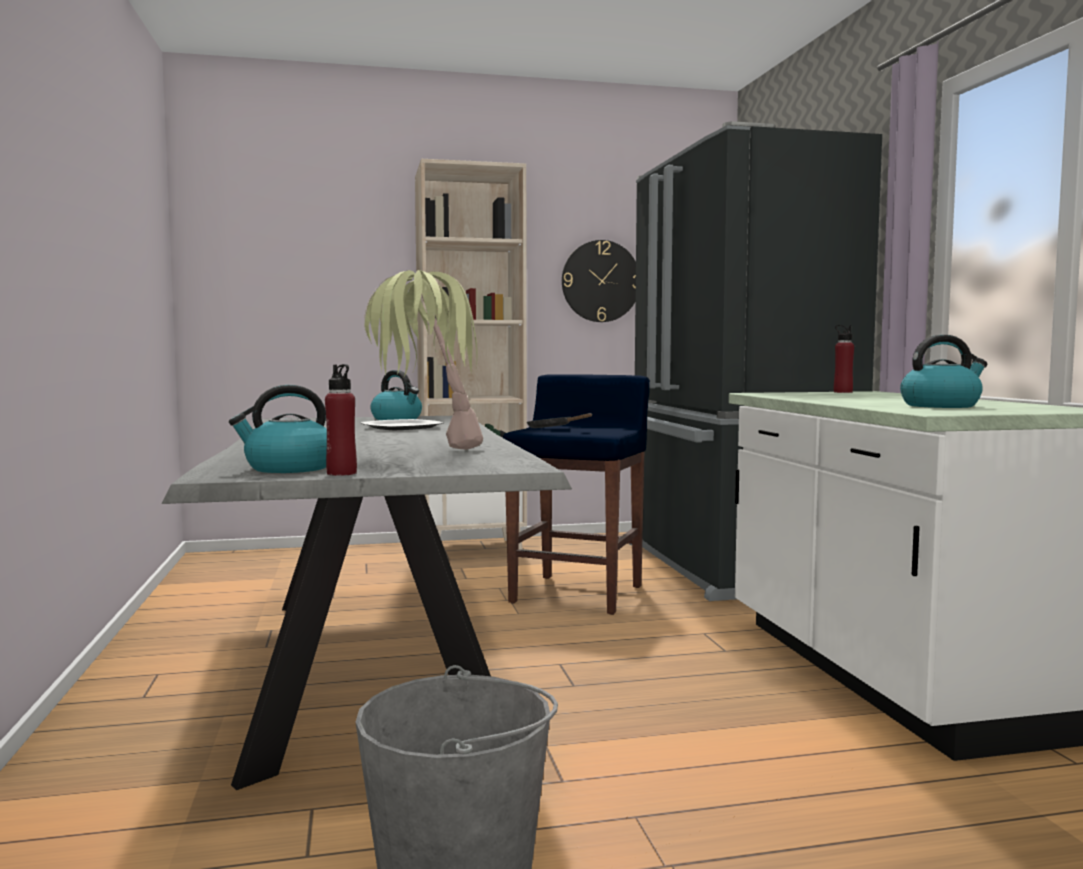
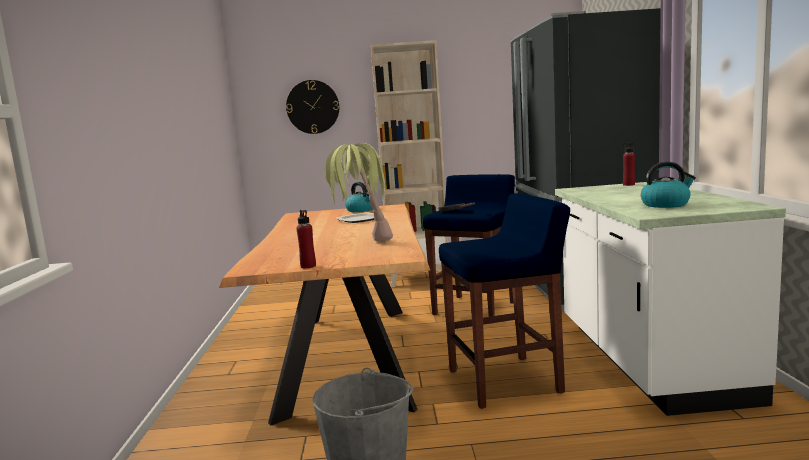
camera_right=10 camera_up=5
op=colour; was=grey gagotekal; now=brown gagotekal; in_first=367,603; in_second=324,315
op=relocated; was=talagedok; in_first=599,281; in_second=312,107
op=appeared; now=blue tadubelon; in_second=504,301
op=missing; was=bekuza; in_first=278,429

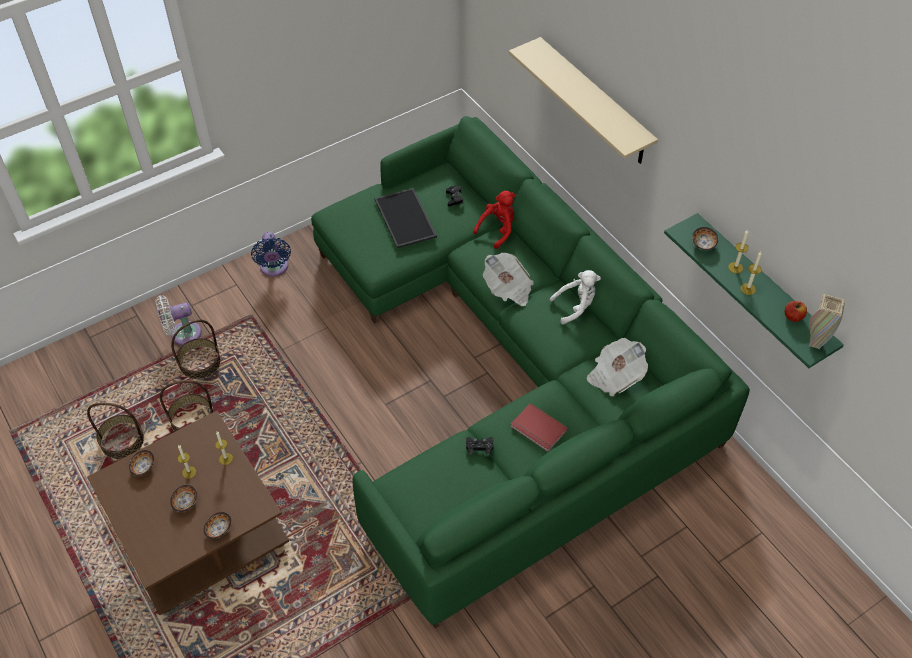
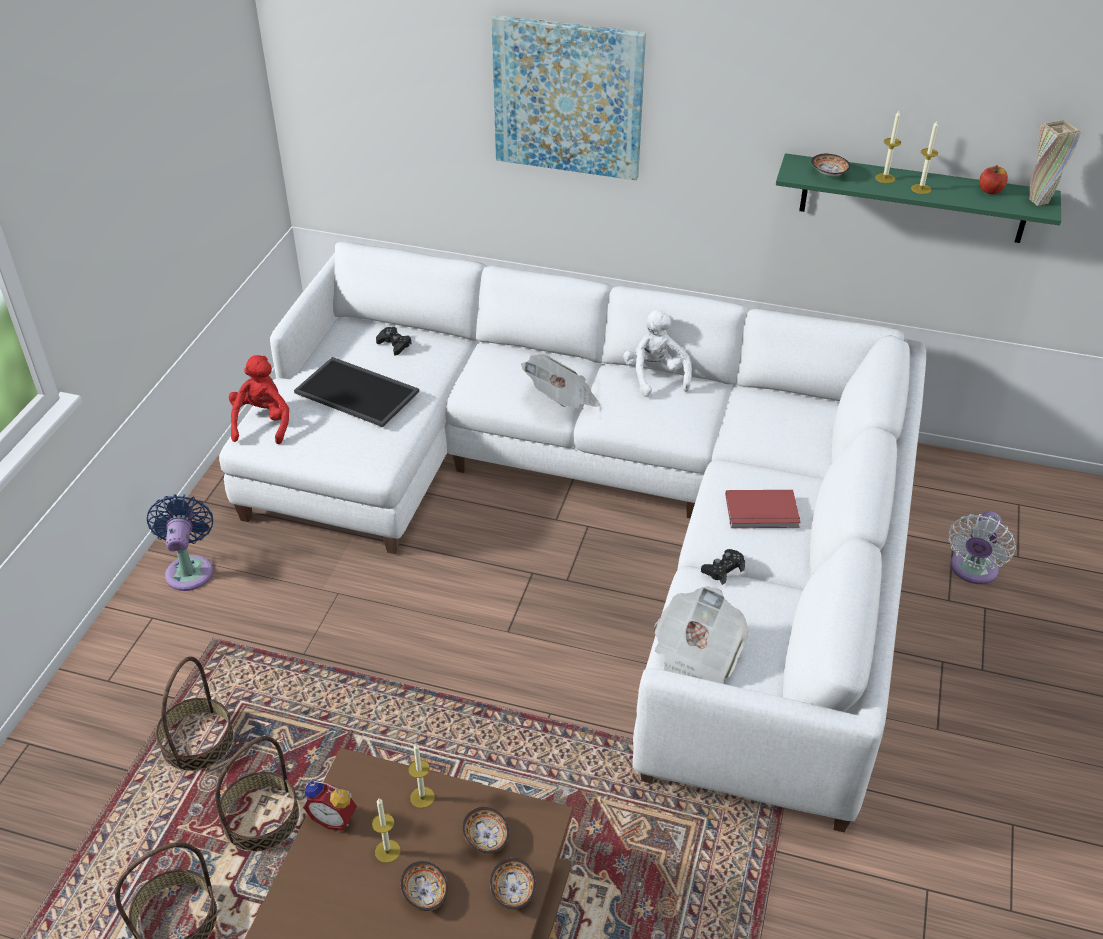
camera_right=-40 camera_up=-10
op=spun; was=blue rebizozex; in_first=271,254; in_second=180,542; clockwise=-135
op=colour; was=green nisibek; now=white nisibek; in_first=530,372; in_second=572,537
op=relocated; was=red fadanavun; in_first=494,220; in_second=259,399
op=appeared; now=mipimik; in_second=330,805
op=relocated; was=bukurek; in_first=141,463; in_second=486,830
op=exchanged; was=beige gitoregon; now=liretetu; in_first=583,100; in_second=568,97
op=spun; was=white fadanavun; in_first=575,297; in_second=657,353; clockwise=-45
op=relocated; was=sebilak; in_first=617,367; in_second=701,635
op=relocated; was=white rebizozex; in_first=178,320; in_second=981,547

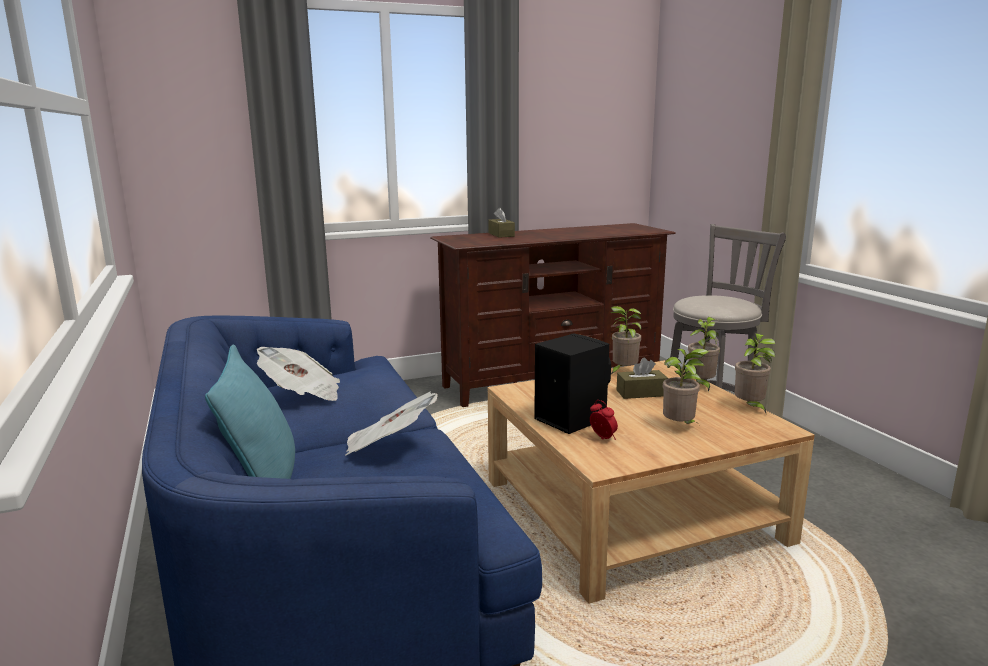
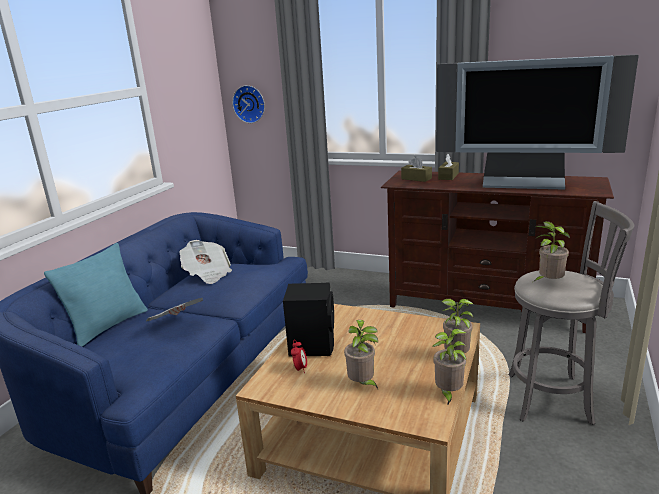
camera_right=45 camera_up=5
op=appeared; now=talagedok; in_second=248,104
op=relocated; was=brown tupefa; in_first=642,378; in_second=416,169
op=appeared; now=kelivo; in_second=537,122
op=relocated; was=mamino; in_first=625,340; in_second=551,251

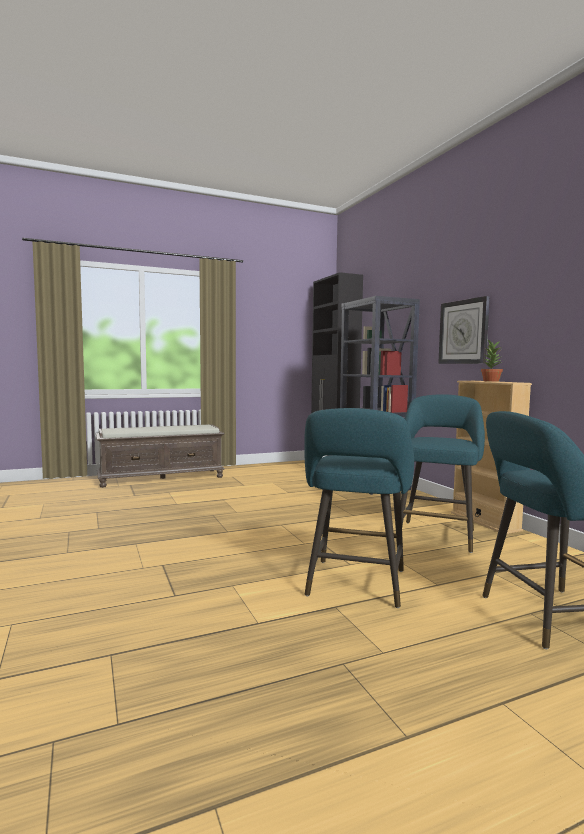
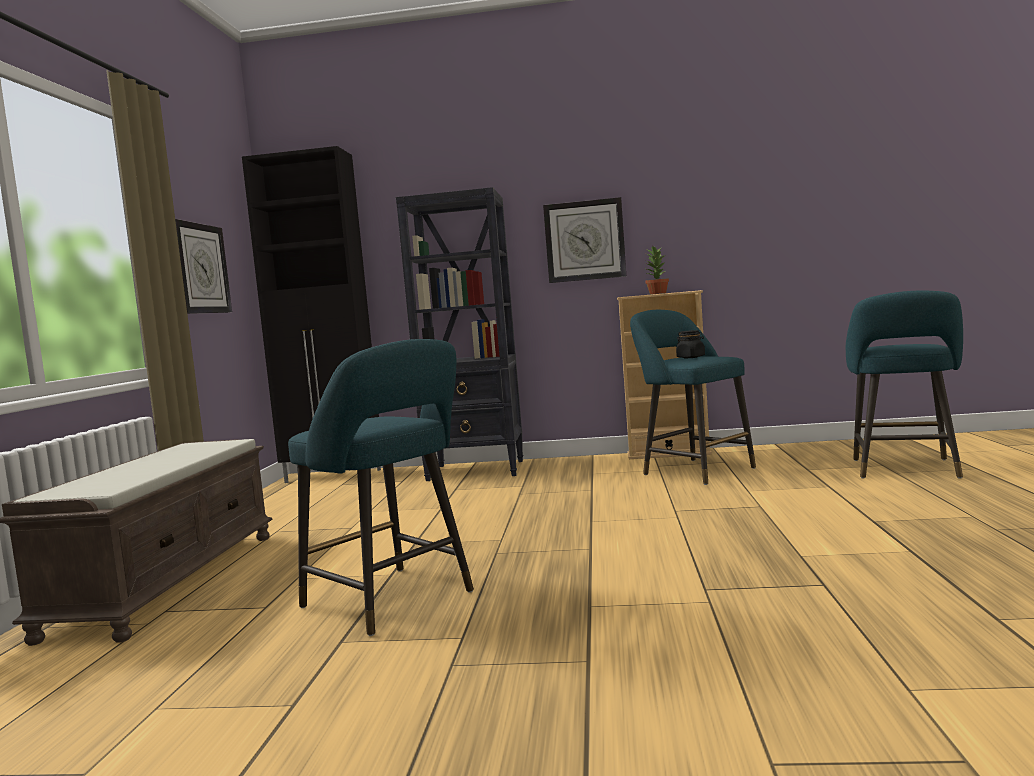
camera_right=-60 camera_up=0
op=appeared; now=talagedok; in_second=203,266
op=relocated; was=turquoise tadubelon; in_first=359,508; in_second=381,487
op=appeared; now=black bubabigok; in_second=690,344

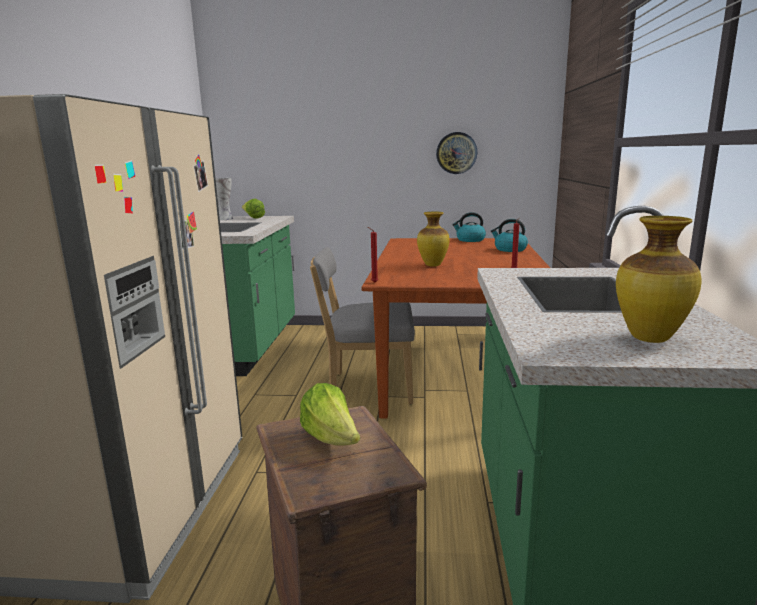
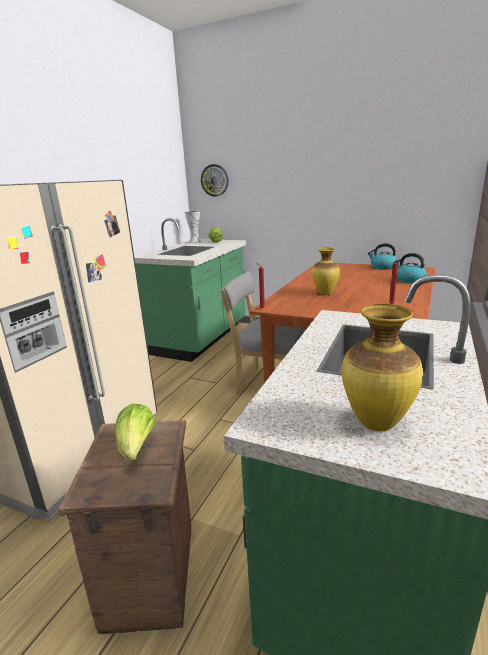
camera_right=20 camera_up=5
op=relocated; was=talagedok; in_first=456,153; in_second=215,180

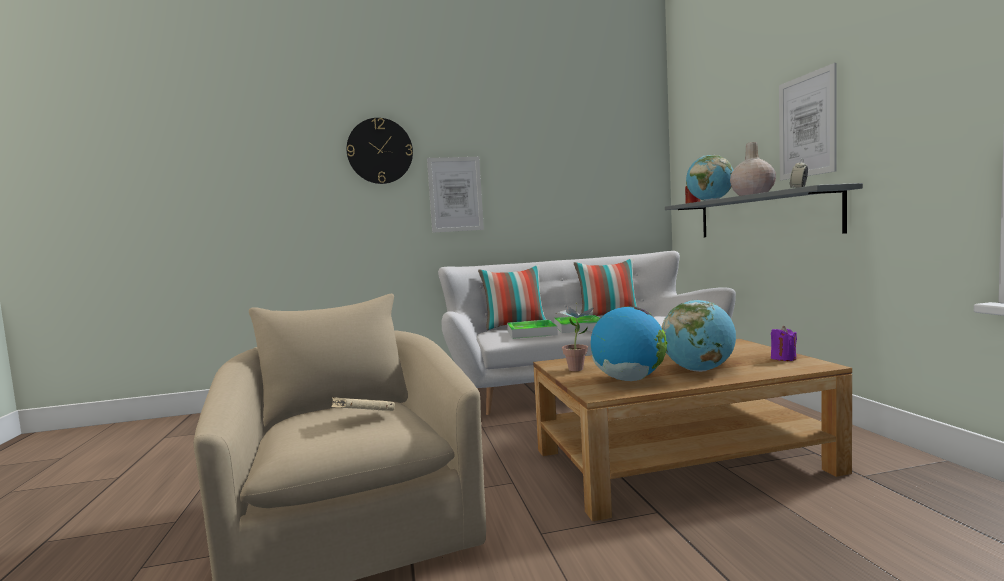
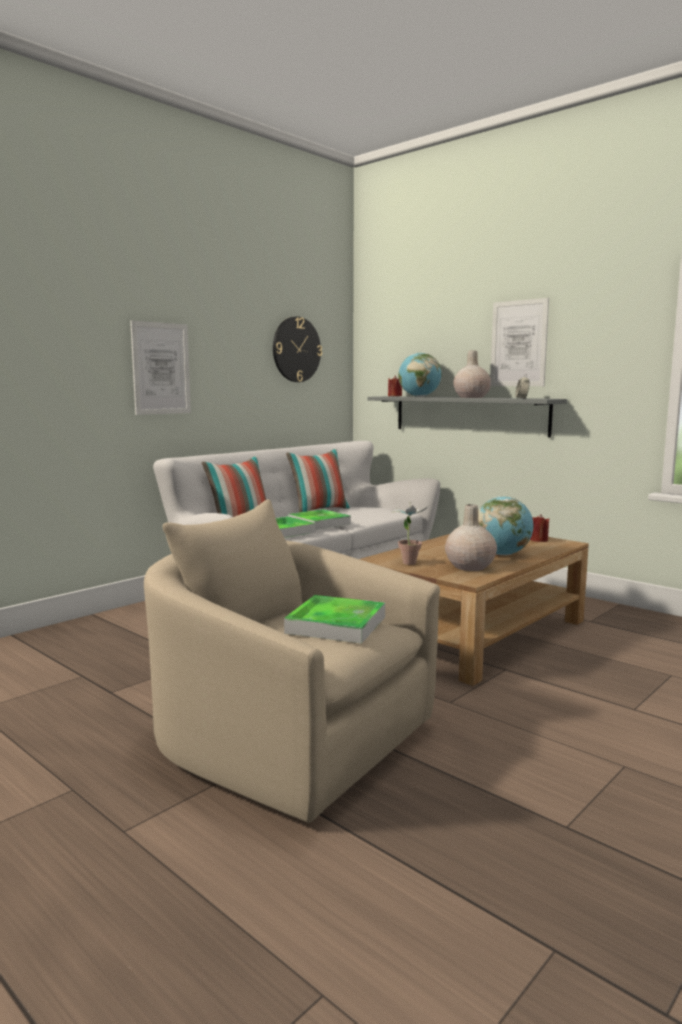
camera_right=-35 camera_up=5
op=relocated; was=talagedok; in_first=380,151; in_second=297,349
op=exchanged; was=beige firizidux; now=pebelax; in_first=363,404; in_second=334,619
op=exchanged; was=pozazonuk; now=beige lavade; in_first=629,343; in_second=471,537
op=colour; was=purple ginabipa; now=red ginabipa; in_first=784,343; in_second=540,528

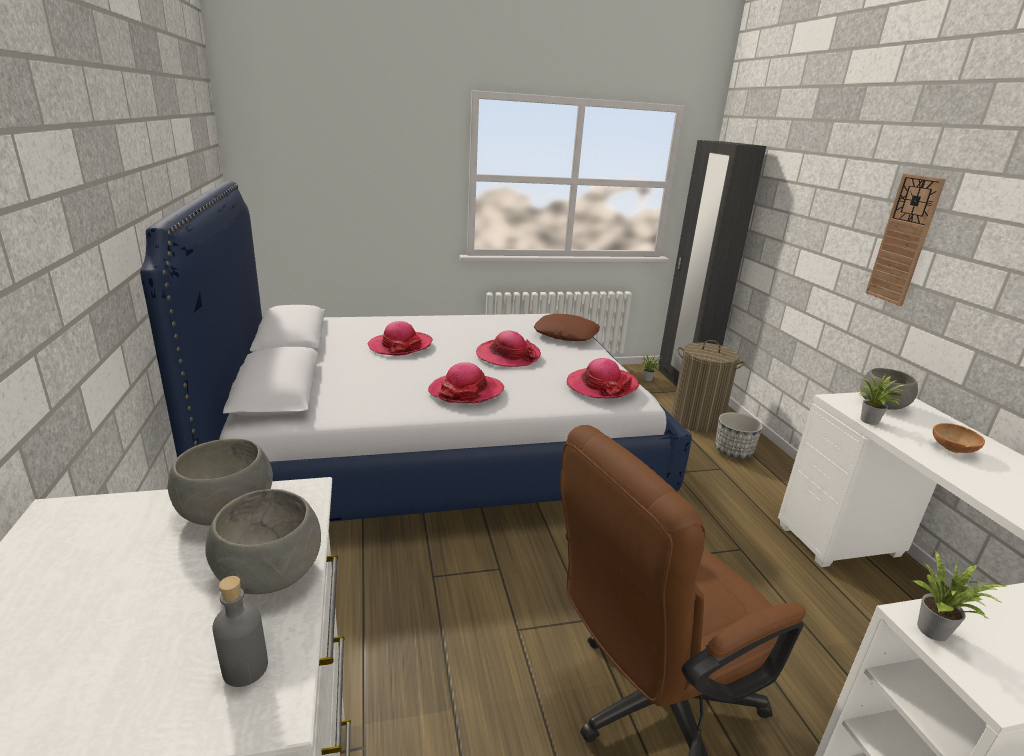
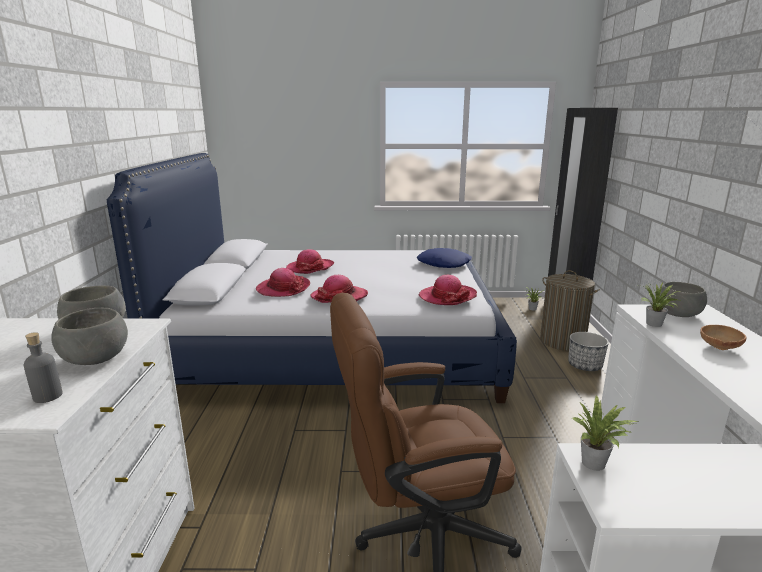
camera_right=15 camera_up=-5
op=relocated; was=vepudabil; in_first=508,348; in_second=283,282
op=colour; was=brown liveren; now=blue liveren; in_first=567,327; in_second=444,258
op=missing; was=talagedok; in_first=906,240

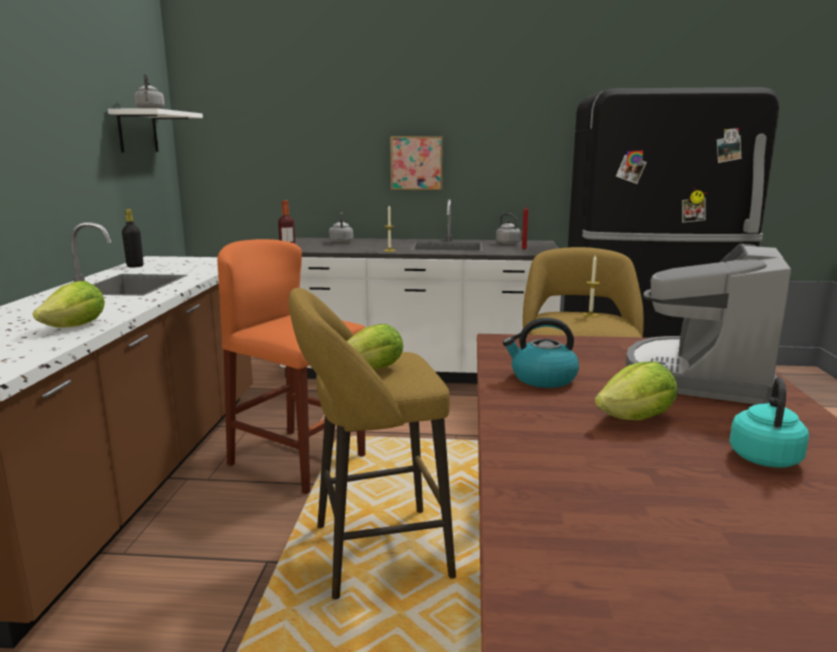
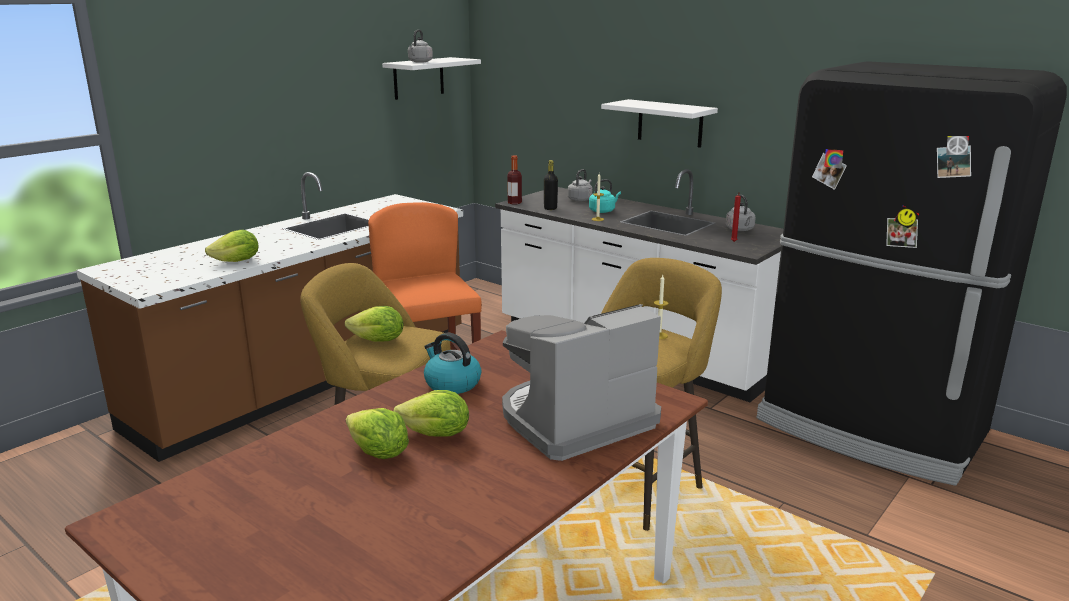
camera_right=35 camera_up=5
op=appeared; now=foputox; in_second=377,433
op=relocated; was=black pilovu; in_first=133,238; in_second=551,185
op=relocated; was=turquoise bekuza; in_first=769,422; in_second=605,196
op=exchanged; was=liretetu; now=white gitoregon; in_first=416,163; in_second=659,123

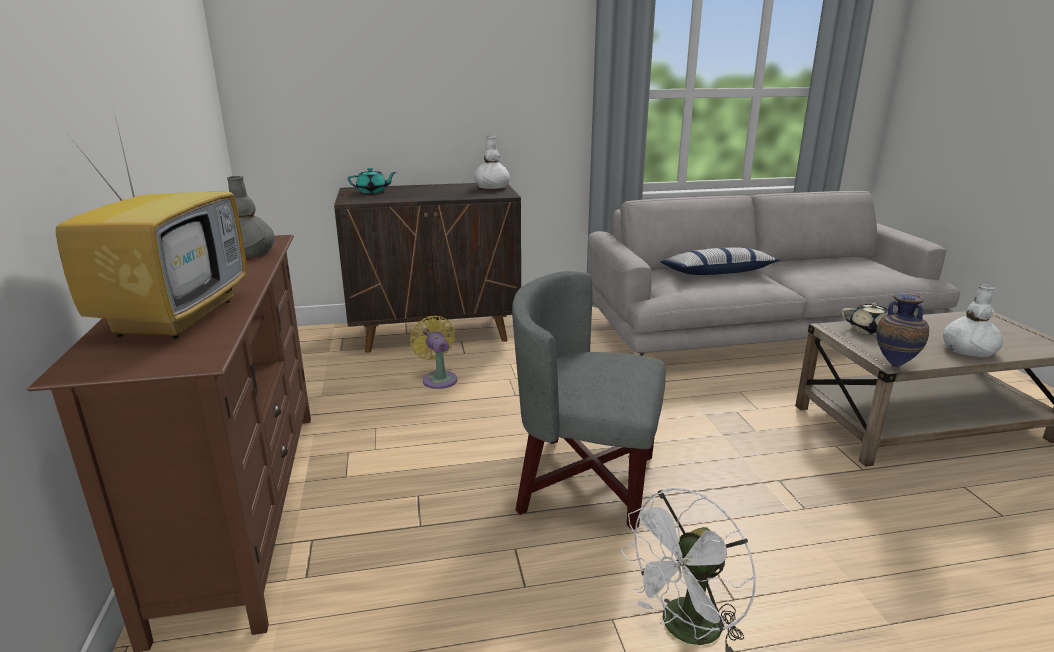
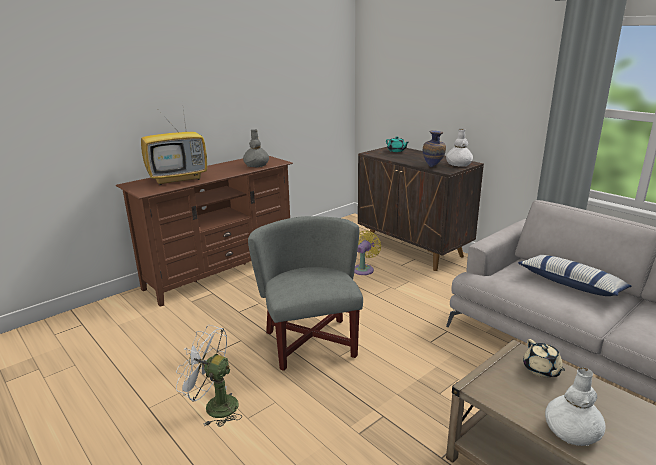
camera_right=60 camera_up=0
op=relocated; was=lavade; in_first=902,330; in_second=434,148

